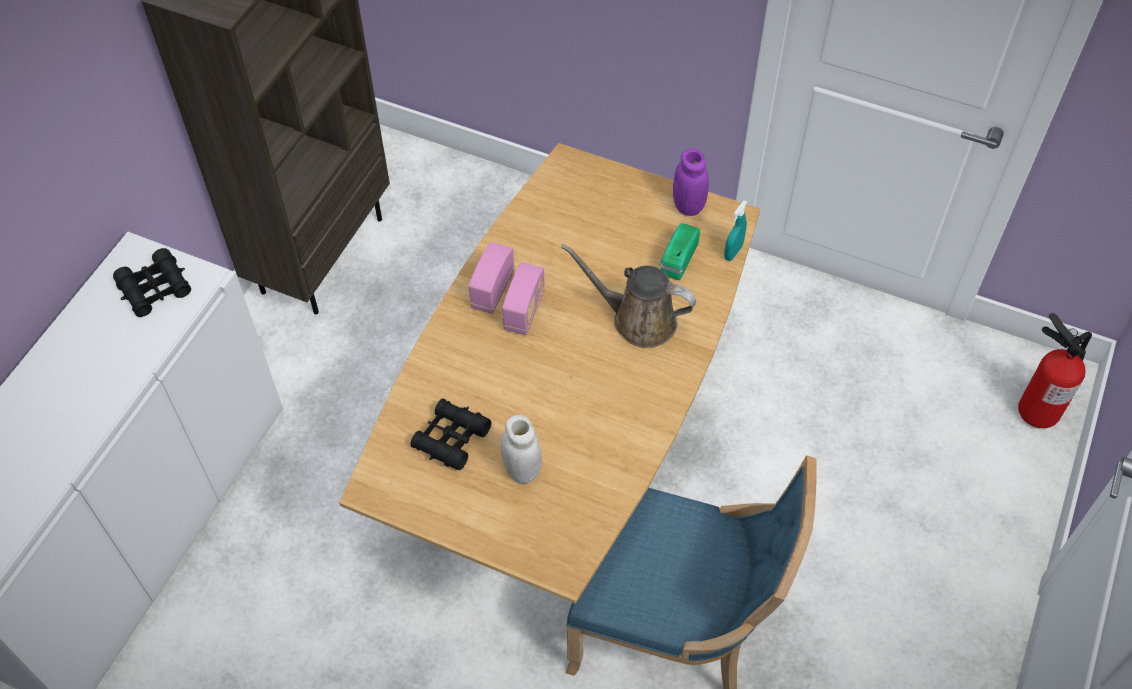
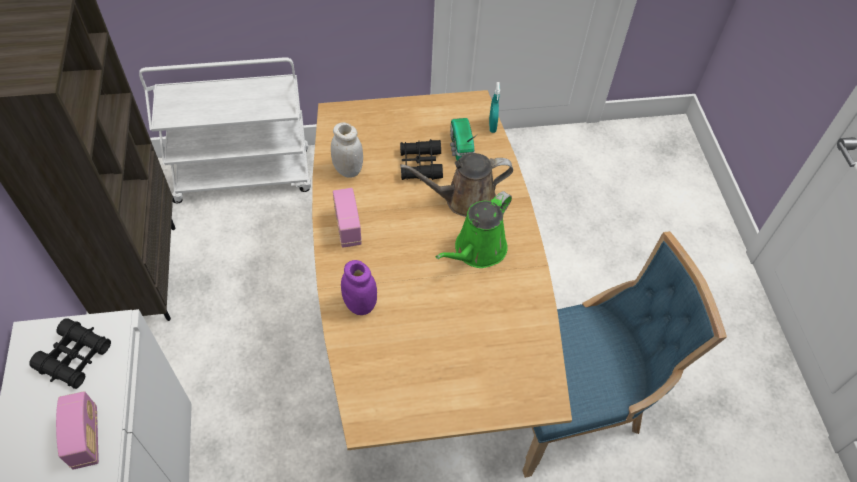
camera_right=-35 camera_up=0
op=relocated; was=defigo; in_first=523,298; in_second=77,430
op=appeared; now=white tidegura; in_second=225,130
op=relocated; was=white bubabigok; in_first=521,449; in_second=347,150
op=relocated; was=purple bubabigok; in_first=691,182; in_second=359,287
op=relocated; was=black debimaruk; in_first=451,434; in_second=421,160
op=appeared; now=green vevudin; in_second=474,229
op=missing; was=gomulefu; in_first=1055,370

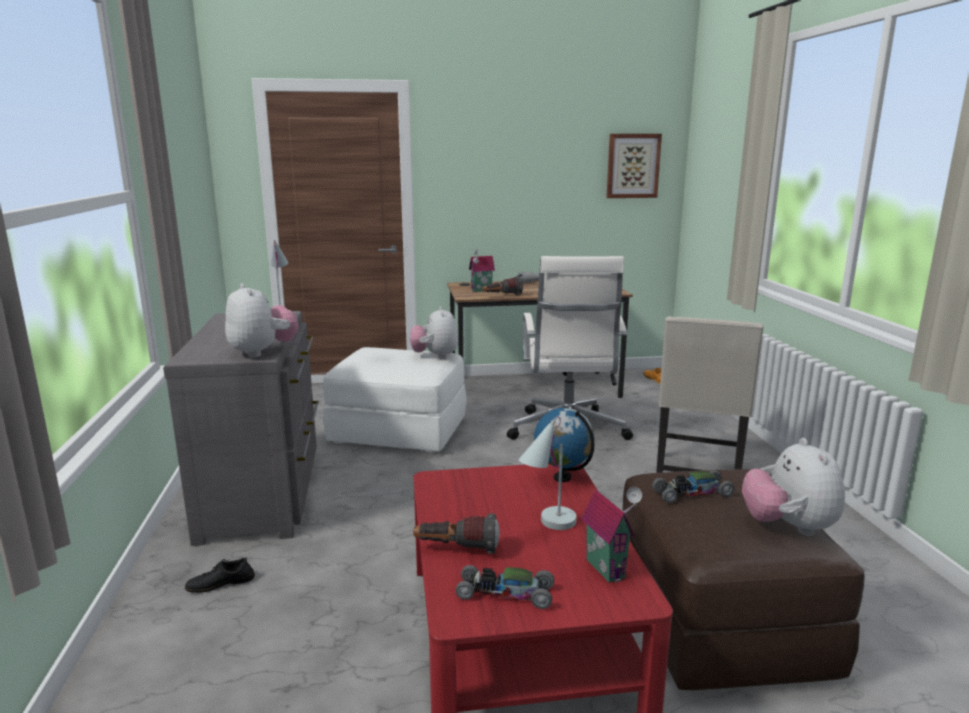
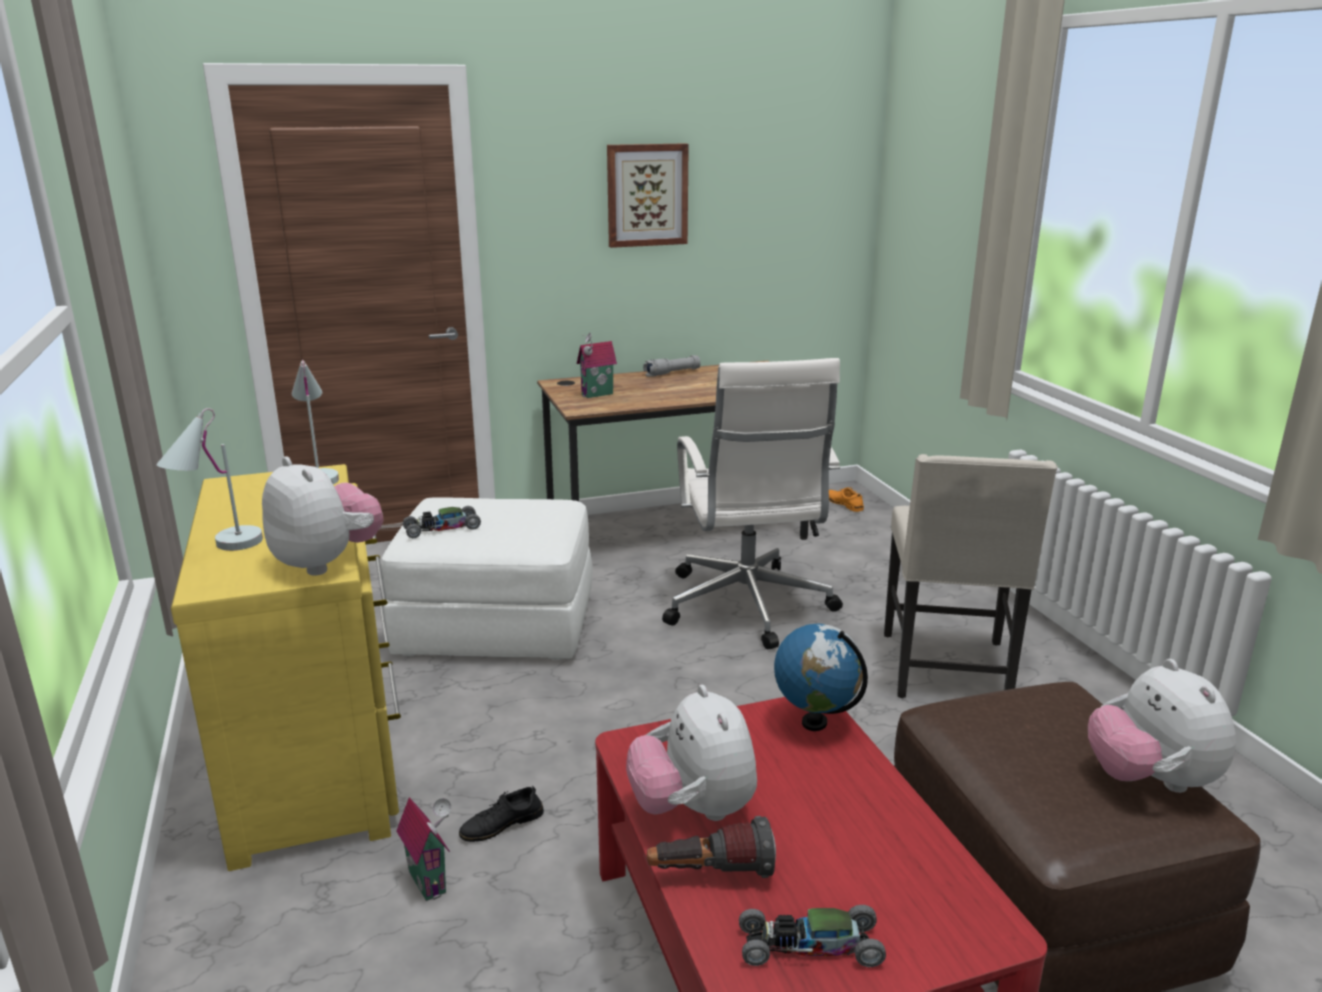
camera_right=-10 camera_up=5
op=relocated; was=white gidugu; in_first=548,473; in_second=209,479
op=colour; was=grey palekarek; now=yellow palekarek; in_first=241,428; in_second=286,667
op=relocated; was=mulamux; in_first=612,535; in_second=423,849
op=relocated; was=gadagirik; in_first=693,486; in_second=442,522
op=relocated; was=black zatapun; in_first=220,575; in_second=501,814
op=relocated; was=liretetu; in_first=634,166; in_second=648,195
op=relocated; was=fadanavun; in_first=434,332; in_second=691,753
op=missing; was=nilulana; in_first=502,285

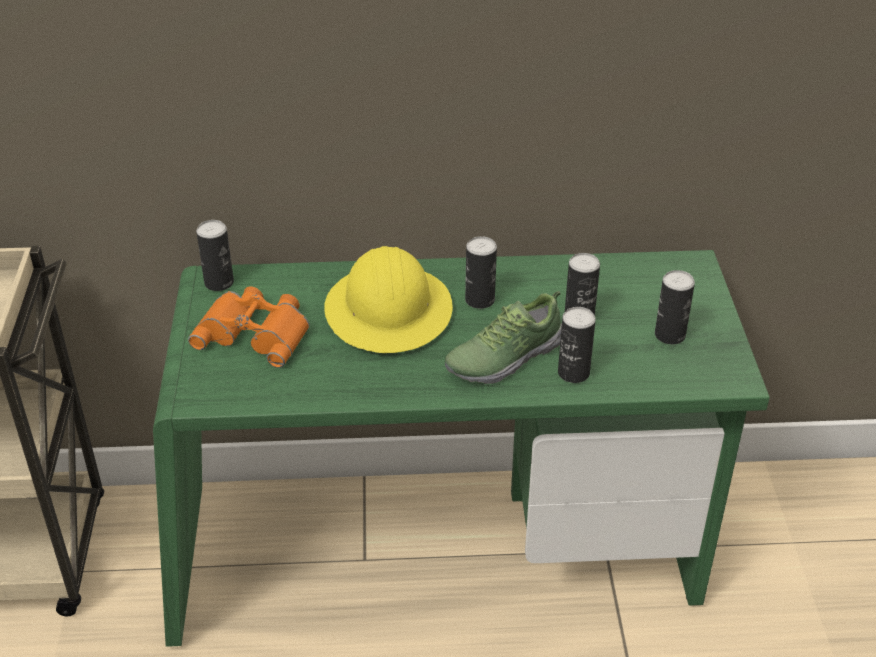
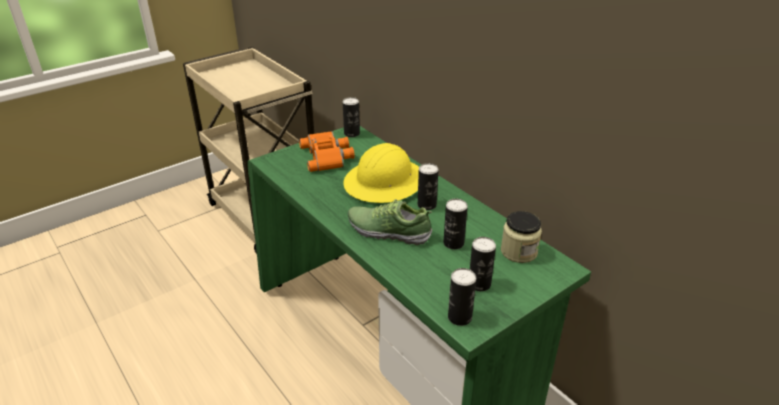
camera_right=55 camera_up=-5
op=relocated; was=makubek; in_first=577,345; in_second=462,297
op=appeared; now=bubabigok; in_second=521,237

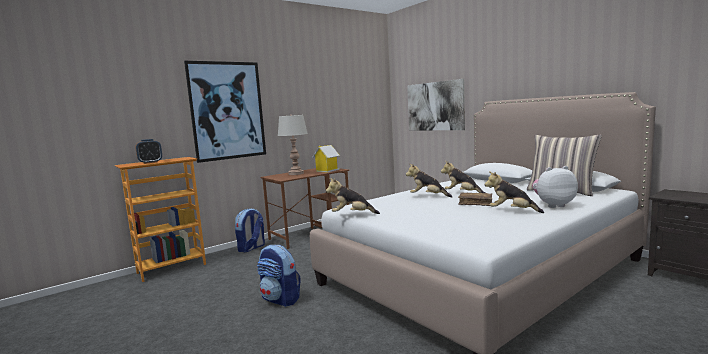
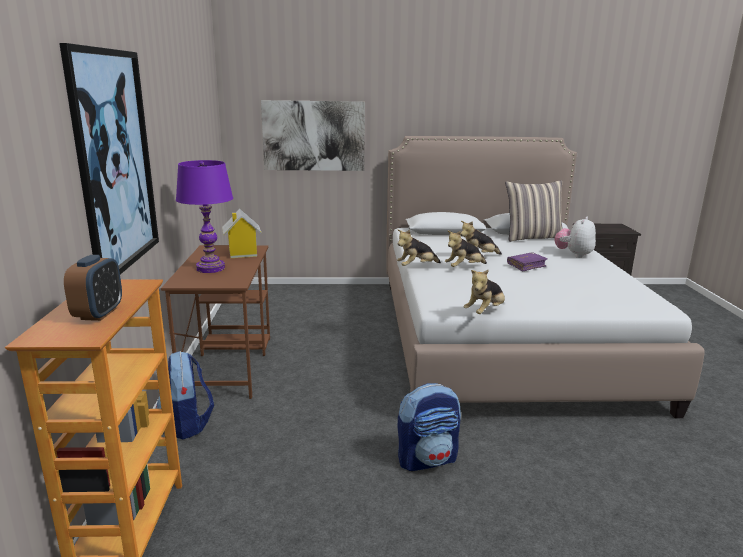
camera_right=-55 camera_up=10
op=colour; was=grey gidugu; now=purple gidugu; in_first=293,145; in_second=204,216
op=relocated; was=fadanavun; in_first=514,192; in_second=419,248
op=colour; was=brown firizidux; now=purple firizidux; in_first=475,199; in_second=527,261

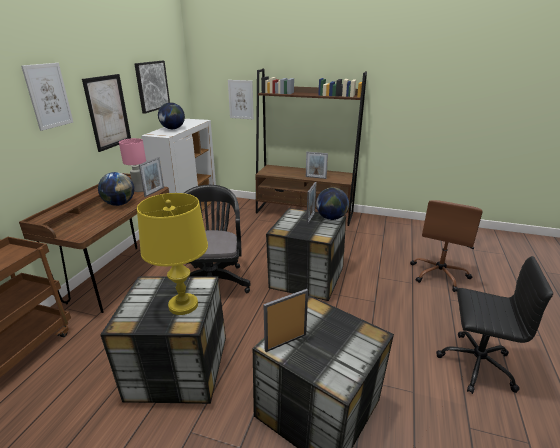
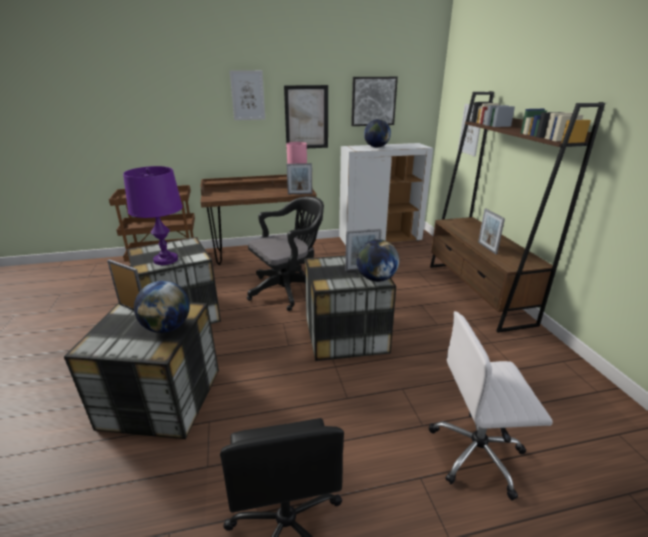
camera_right=60 camera_up=0
op=colour; was=yellow gidugu; now=purple gidugu; in_first=172,254; in_second=153,215
op=relocated; was=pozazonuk; in_first=116,189; in_second=162,307
op=colour; was=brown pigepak; now=white pigepak; in_first=446,246; in_second=491,405

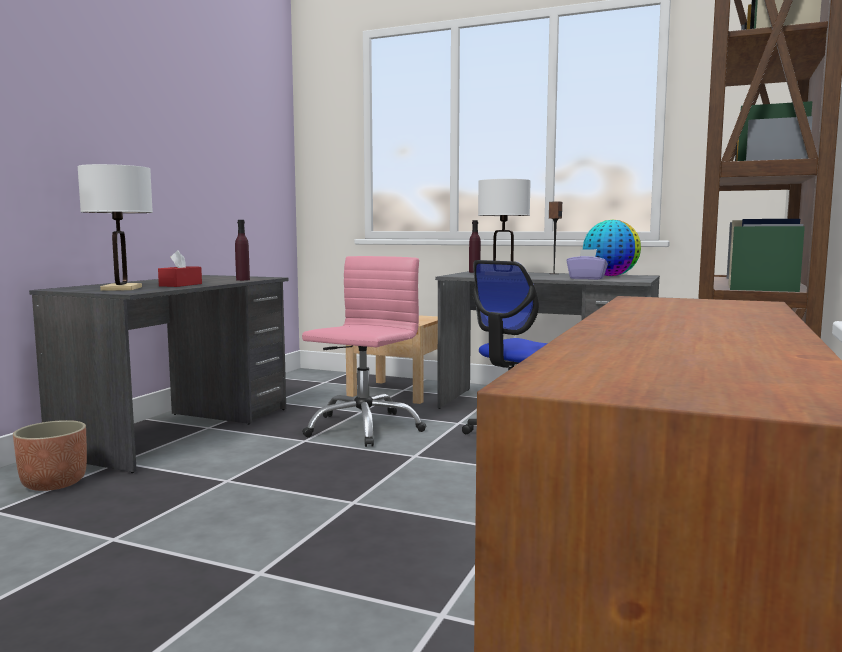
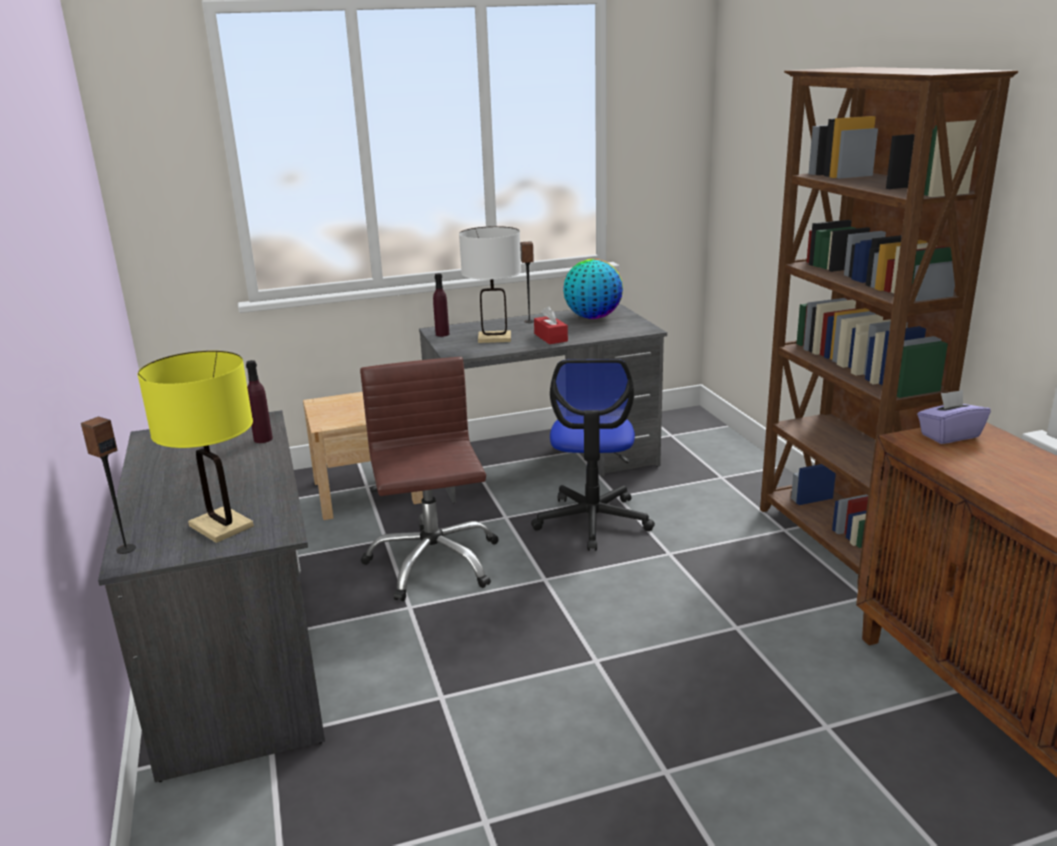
camera_right=-40 camera_up=15
op=appeared; now=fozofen; in_second=108,485
op=colour; was=white gidugu; now=yellow gidugu; in_first=115,227; in_second=196,447
op=colour; was=pink pigepak; now=brown pigepak; in_first=364,351; in_second=429,479
op=relocated; was=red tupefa; in_first=180,269; in_second=551,325
op=relocated; was=purple tupefa; in_first=587,264; in_second=954,417
op=missing; was=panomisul; in_first=50,455

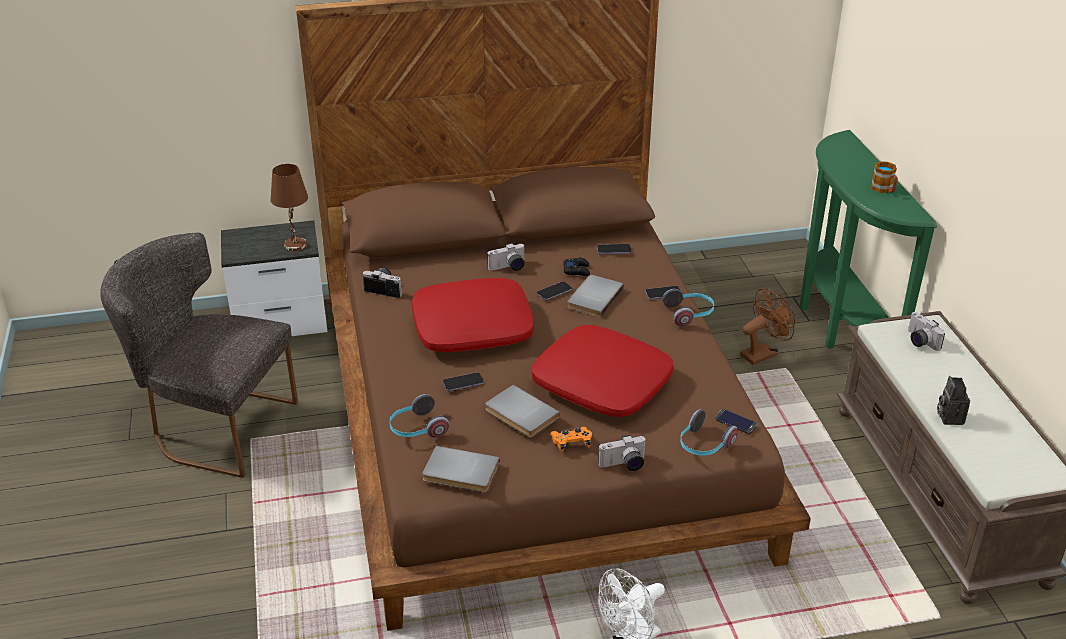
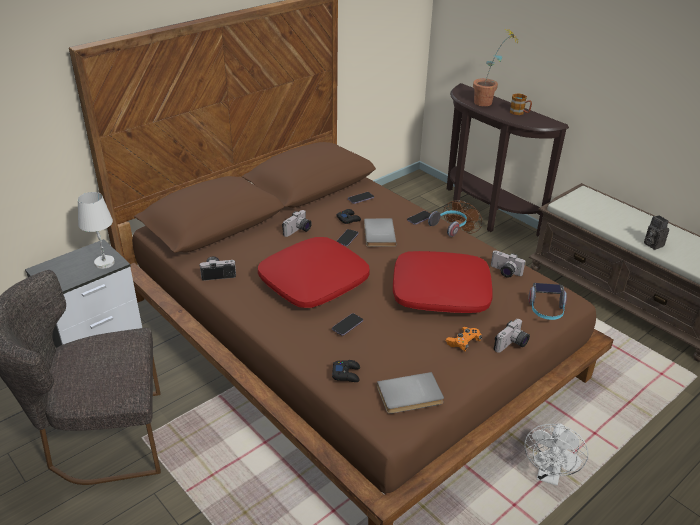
camera_right=-30 camera_up=0
op=colour; was=brown gidugu; now=white gidugu; in_first=289,208; in_second=96,230
op=exchanged; was=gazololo; now=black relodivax; in_first=419,416; in_second=346,371
op=colour; was=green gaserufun; now=brown gaserufun; in_first=868,239; in_second=508,160
op=appeared; now=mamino; in_second=495,67
op=relocated; was=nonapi; in_first=926,331; in_second=508,264
op=missing; was=grey firizidux; in_first=522,411

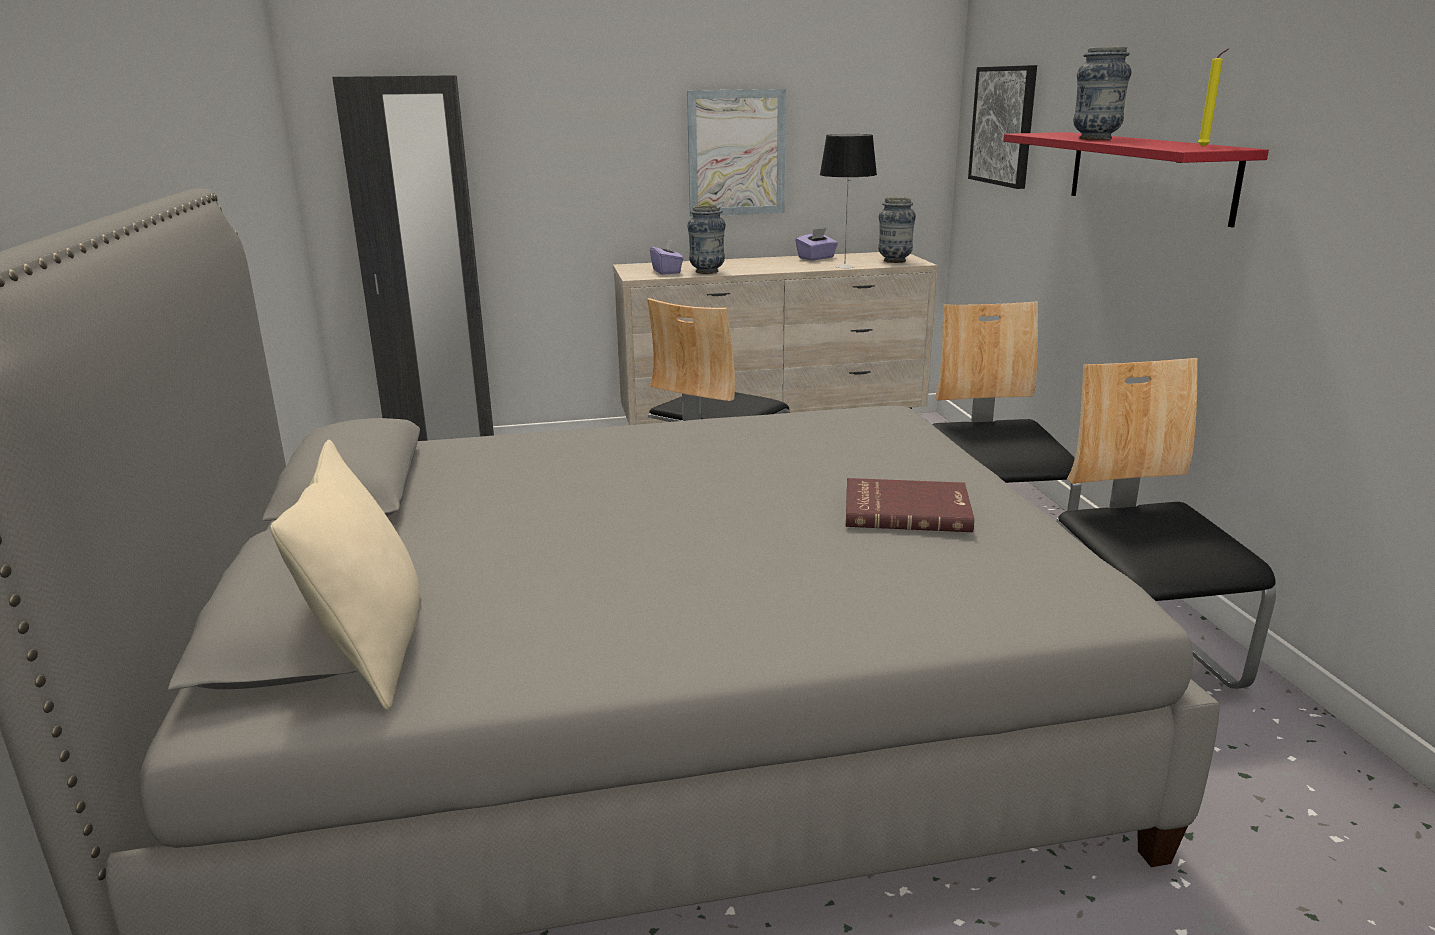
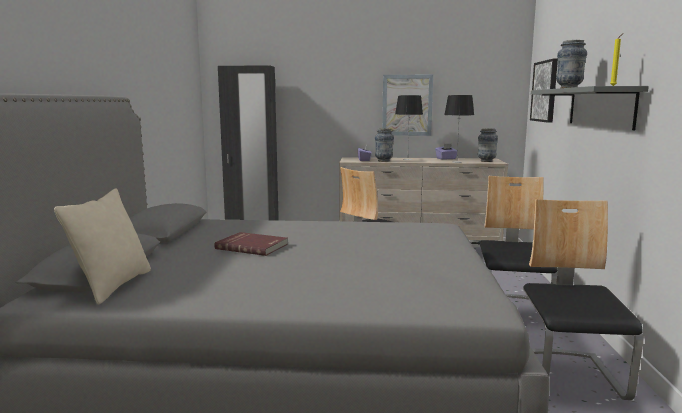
camera_right=15 camera_up=-10
op=relocated; was=red firizidux; in_first=910,505; in_second=251,244
op=appeared; now=gidugu; in_second=409,127
op=colour; was=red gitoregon; now=grey gitoregon; in_first=1136,179; in_second=590,108

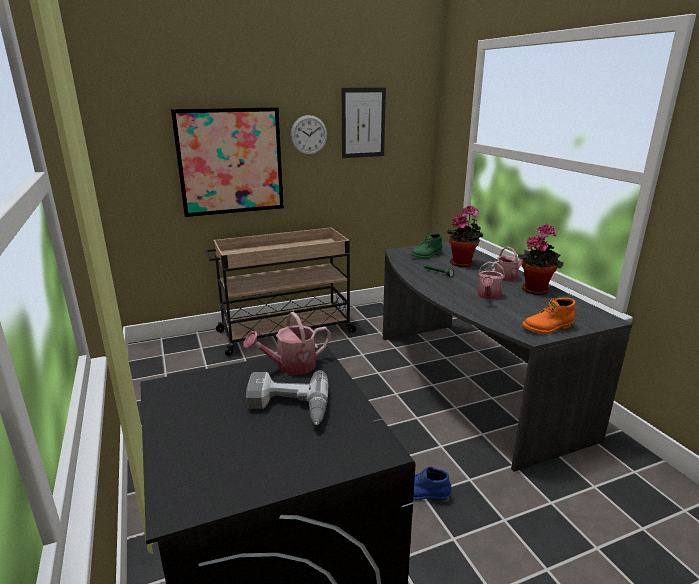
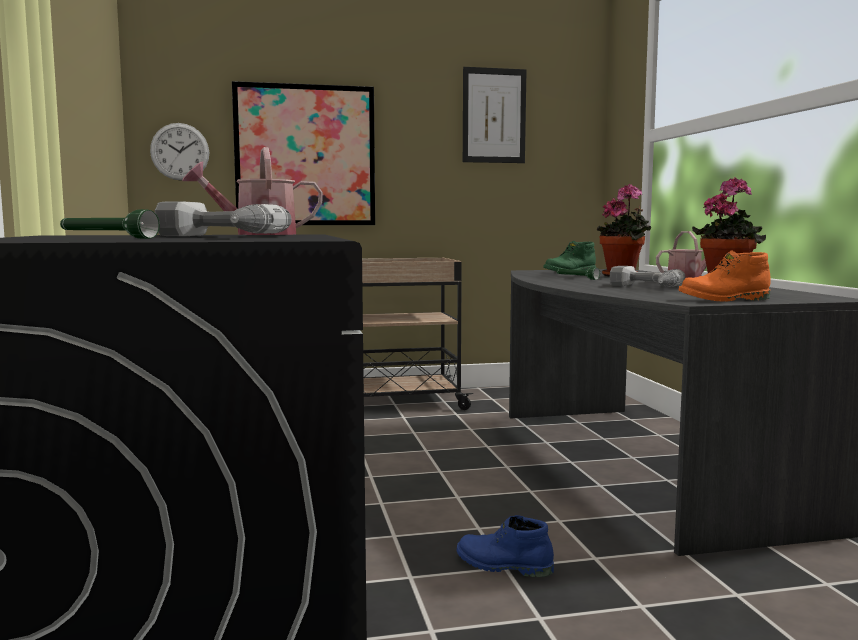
camera_right=10 camera_up=-15
op=appeared; now=green nilulana; in_second=110,224
op=relocated; was=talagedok; in_first=308,135; in_second=179,152
op=exchanged; was=vevudin; now=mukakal; in_first=491,280; in_second=647,276

